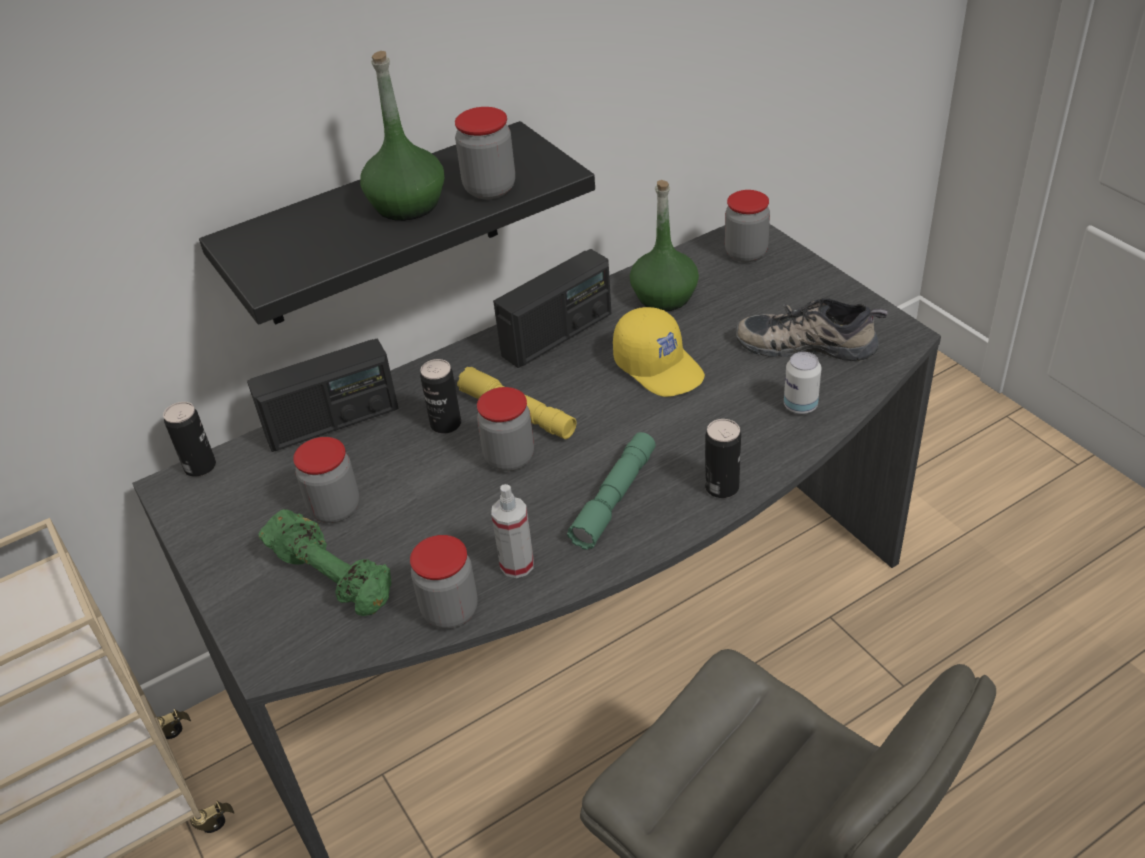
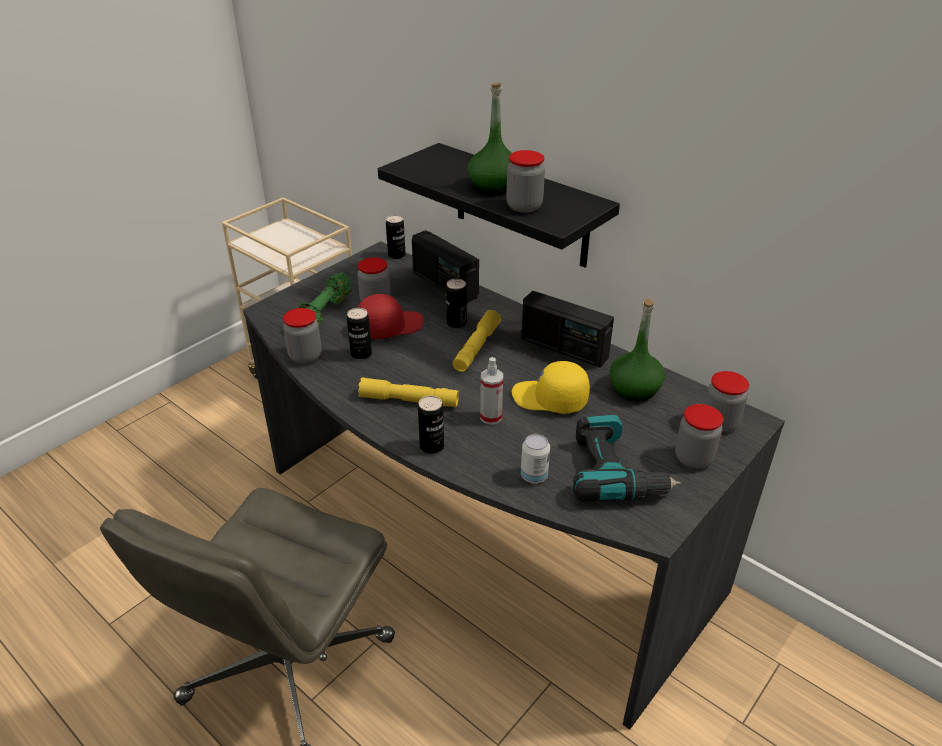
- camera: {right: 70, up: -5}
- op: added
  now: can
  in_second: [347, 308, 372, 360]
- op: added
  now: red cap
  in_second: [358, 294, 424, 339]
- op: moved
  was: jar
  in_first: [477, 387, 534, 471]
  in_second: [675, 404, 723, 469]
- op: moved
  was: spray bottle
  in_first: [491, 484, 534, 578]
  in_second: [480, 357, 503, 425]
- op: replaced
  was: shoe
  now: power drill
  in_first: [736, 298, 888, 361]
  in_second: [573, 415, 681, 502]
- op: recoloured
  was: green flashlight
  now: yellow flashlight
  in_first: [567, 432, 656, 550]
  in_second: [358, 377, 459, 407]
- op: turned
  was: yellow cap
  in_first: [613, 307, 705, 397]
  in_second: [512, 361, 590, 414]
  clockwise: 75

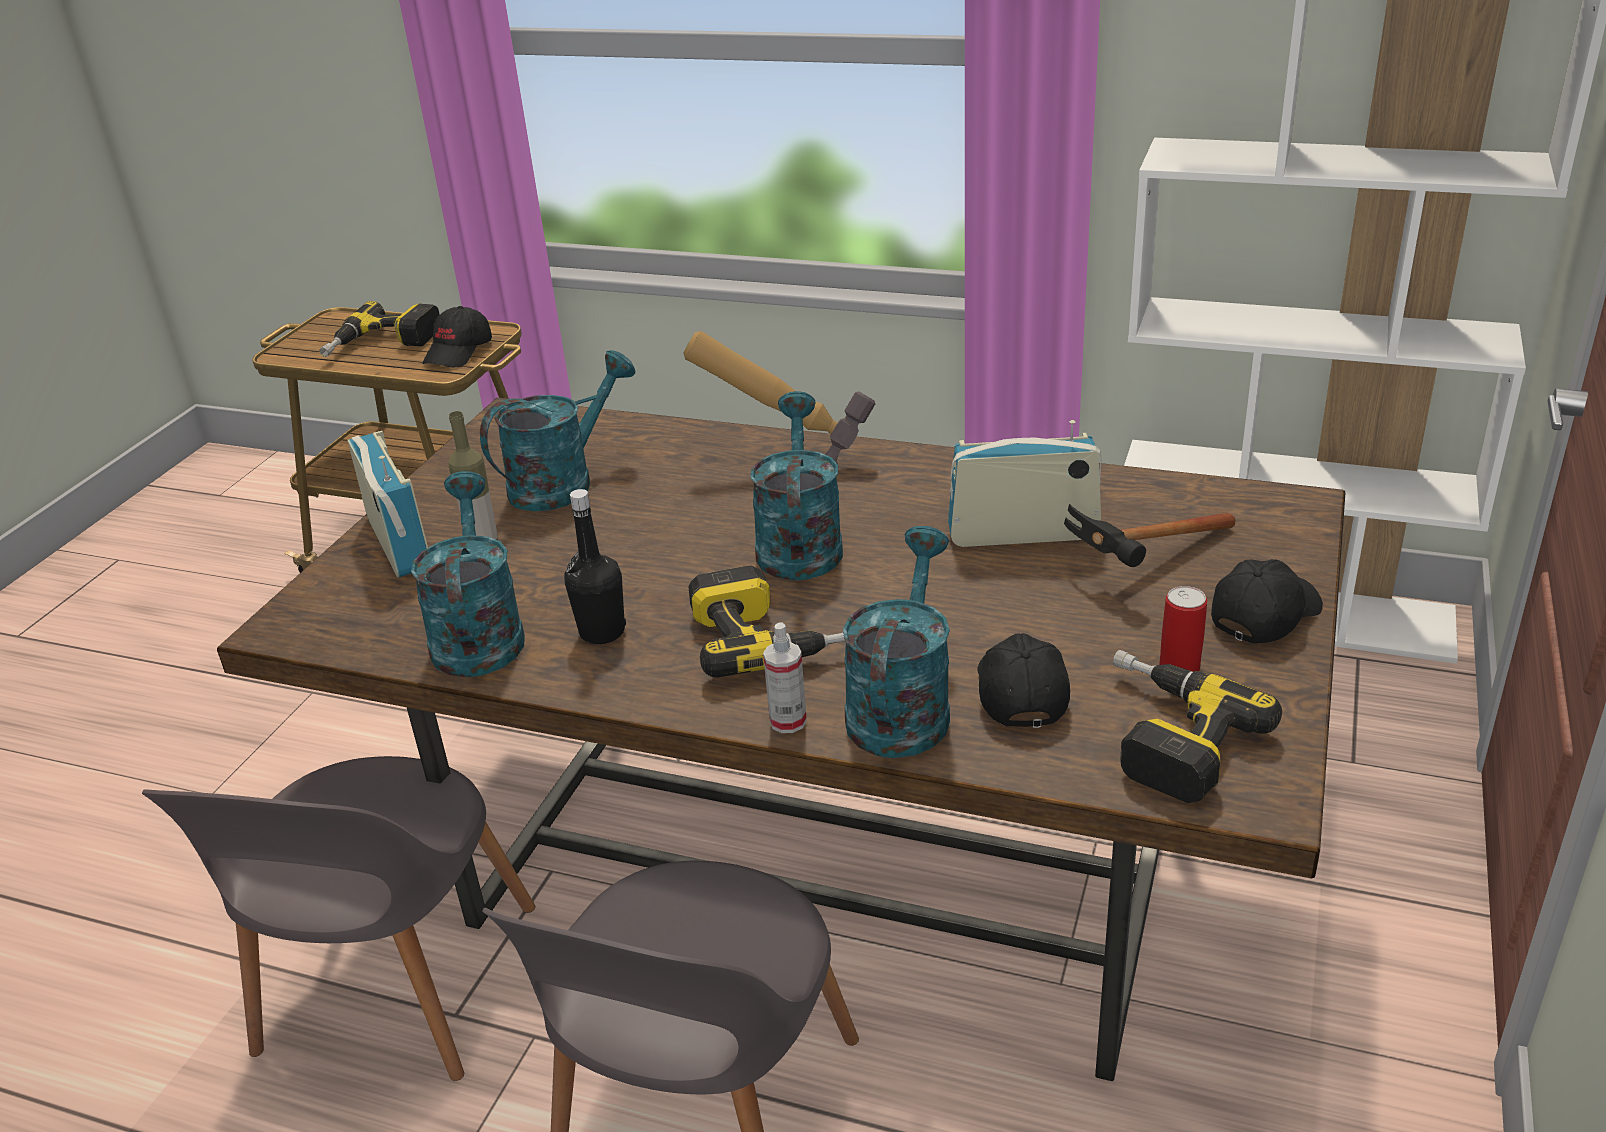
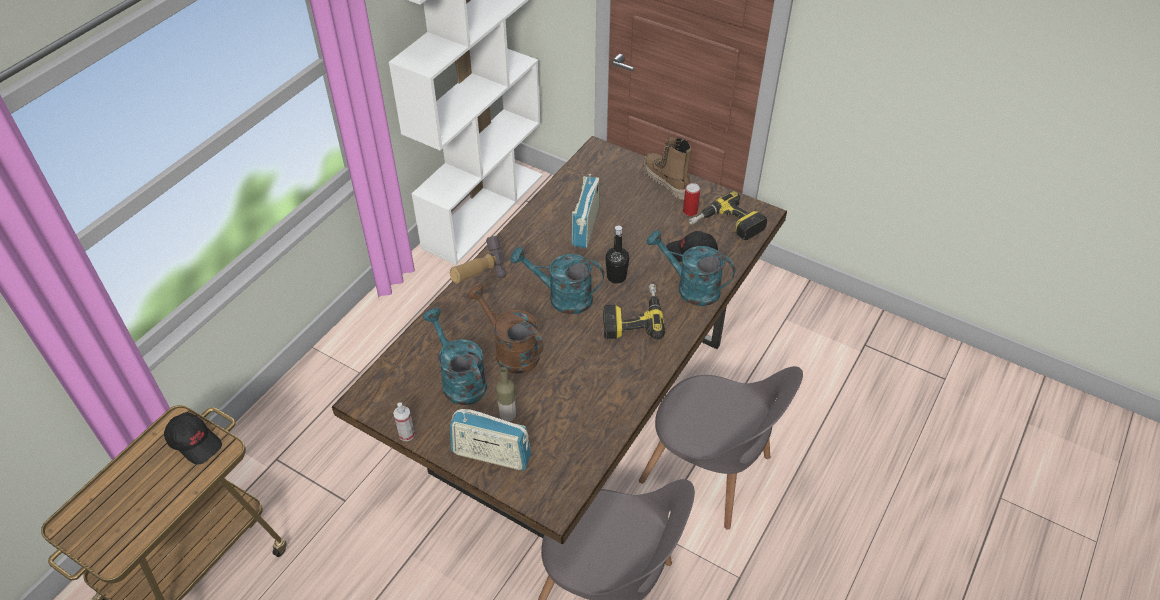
- camera: {right: -80, up: 15}
- op: removed
  was: power drill
  in_first: [320, 301, 440, 357]
- op: removed
  was: turquoise watering can
  in_first: [411, 471, 525, 677]
- op: removed
  was: hammer
  in_first: [1064, 504, 1235, 567]
- op: added
  now: brown watering can
  in_second: [467, 285, 544, 374]
- op: moved
  was: black bottle
  in_first: [564, 489, 626, 644]
  in_second: [605, 225, 629, 284]
- op: moved
  was: spray bottle
  in_first: [763, 622, 807, 733]
  in_second: [393, 402, 415, 441]
- op: replaced
  was: black cap
  now: boot
  in_first: [1211, 559, 1323, 644]
  in_second: [644, 137, 692, 200]
- op: turned
  was: radio
  in_first: [347, 431, 428, 578]
  in_second: [450, 409, 531, 470]
  clockwise: -150

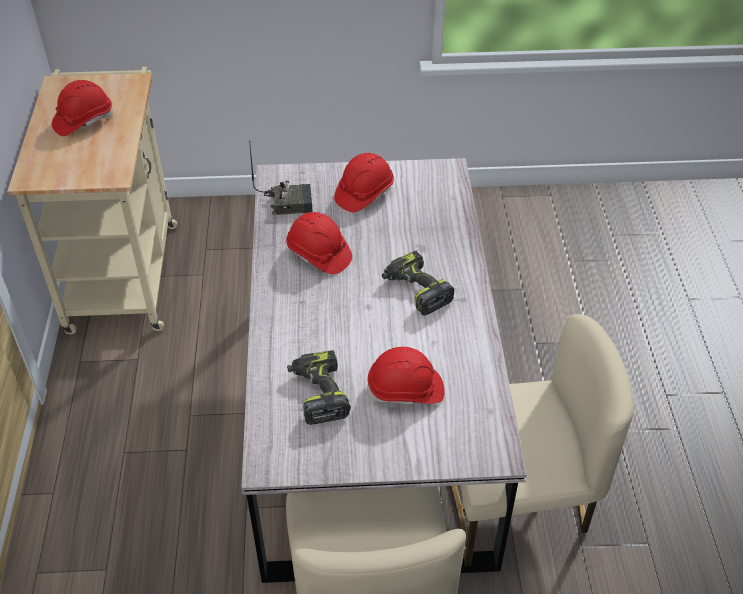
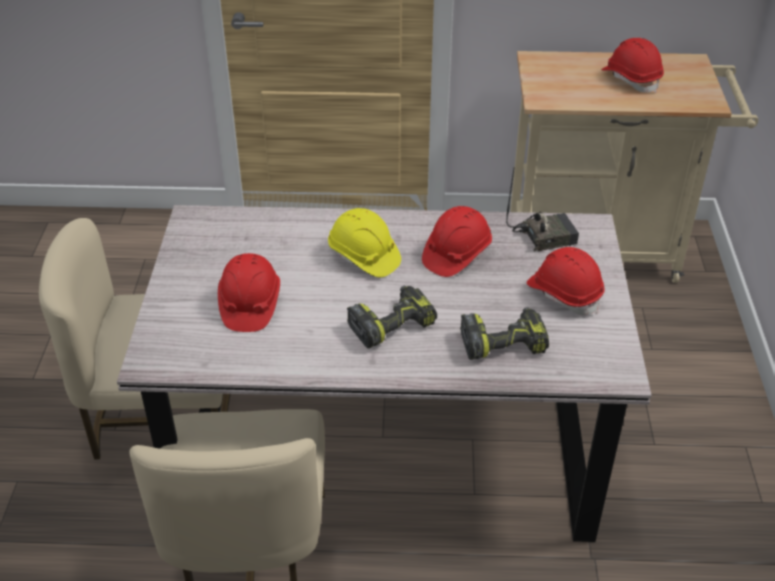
- camera: {right: 95, up: -5}
- op: added
  now: yellow hard hat
  in_second: [328, 208, 401, 277]
- op: moved
  was: power drill
  in_first: [287, 350, 351, 425]
  in_second: [460, 307, 549, 360]
- op: turned
  was: radio
  in_first: [250, 146, 313, 215]
  in_second: [506, 167, 579, 252]
  clockwise: -105

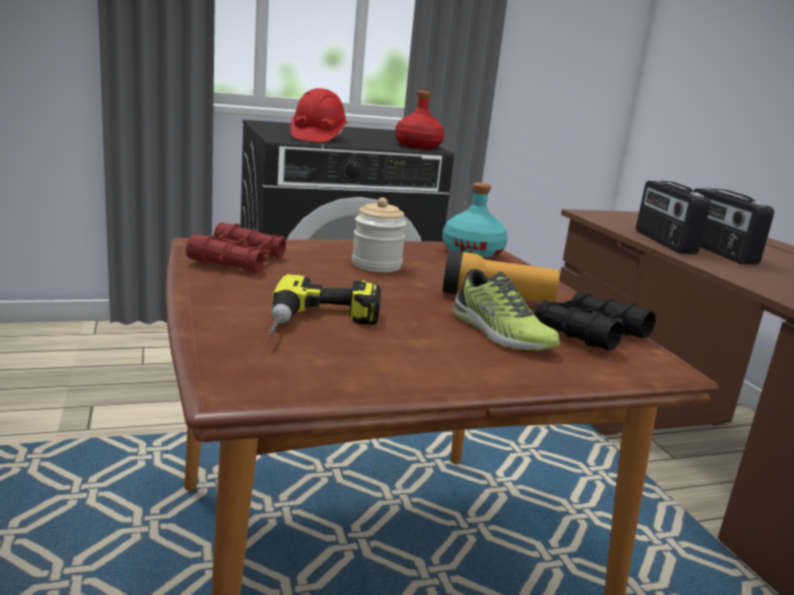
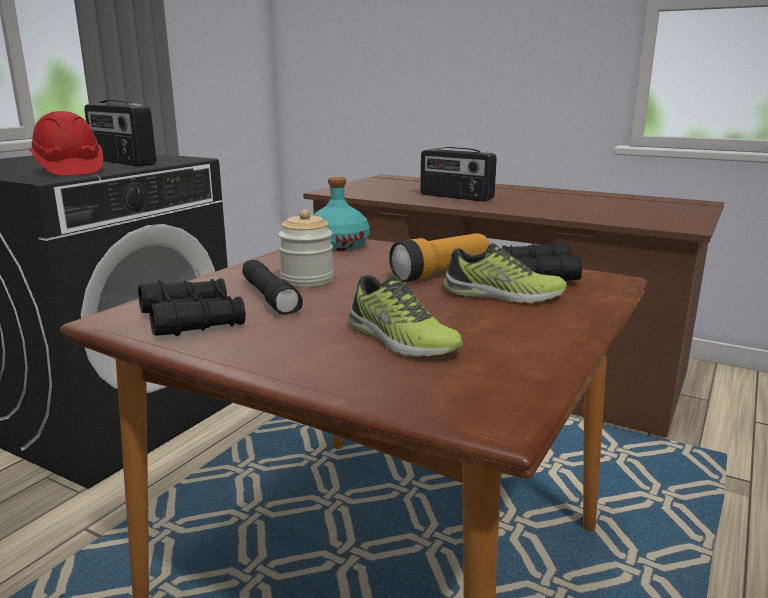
- camera: {right: -40, up: 0}
- op: removed
  was: red bottle
  in_first: [395, 91, 445, 149]
- op: added
  now: black flashlight
  in_second: [243, 260, 303, 315]
- op: moved
  was: radio
  in_first: [636, 180, 711, 254]
  in_second: [84, 100, 156, 167]
- op: replaced
  was: power drill
  now: shoe
  in_first: [268, 274, 381, 336]
  in_second: [349, 275, 463, 357]
- op: recoloured
  was: red binoculars
  now: black binoculars
  in_first: [186, 222, 286, 274]
  in_second: [138, 278, 246, 336]

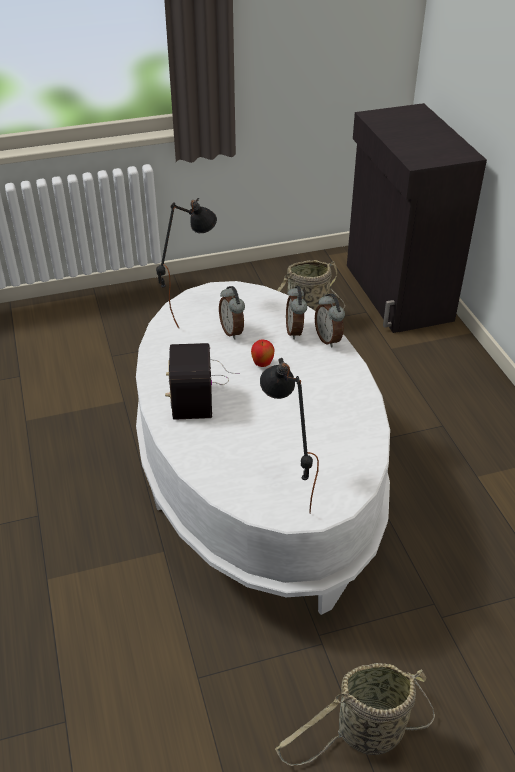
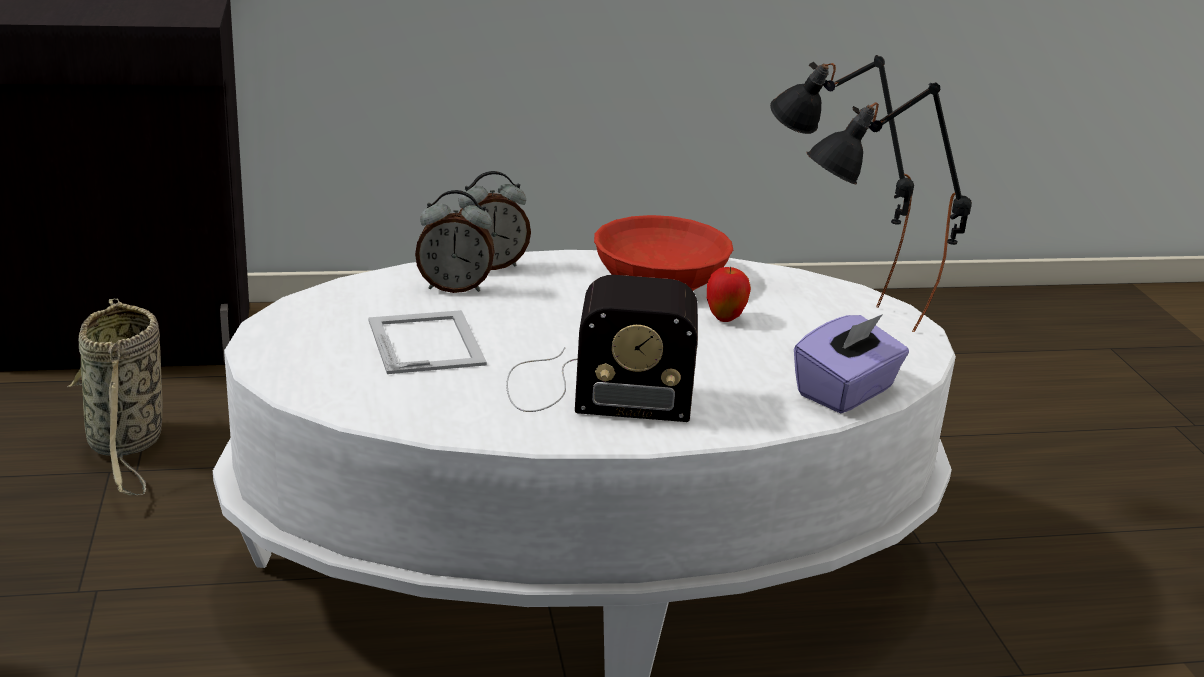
- camera: {right: -85, up: -15}
- op: removed
  was: basket
  in_first: [275, 663, 435, 766]
- op: added
  now: red bowl
  in_second: [594, 215, 733, 291]
- op: added
  now: purple tissue box
  in_second: [794, 314, 909, 413]
- op: moved
  was: black table lamp
  in_first: [156, 198, 217, 329]
  in_second: [770, 55, 914, 308]
- op: moved
  was: apple
  in_first: [251, 340, 275, 367]
  in_second: [707, 267, 751, 322]
- op: replaced
  was: alarm clock
  now: picture frame
  in_first: [219, 286, 245, 340]
  in_second: [368, 310, 487, 374]

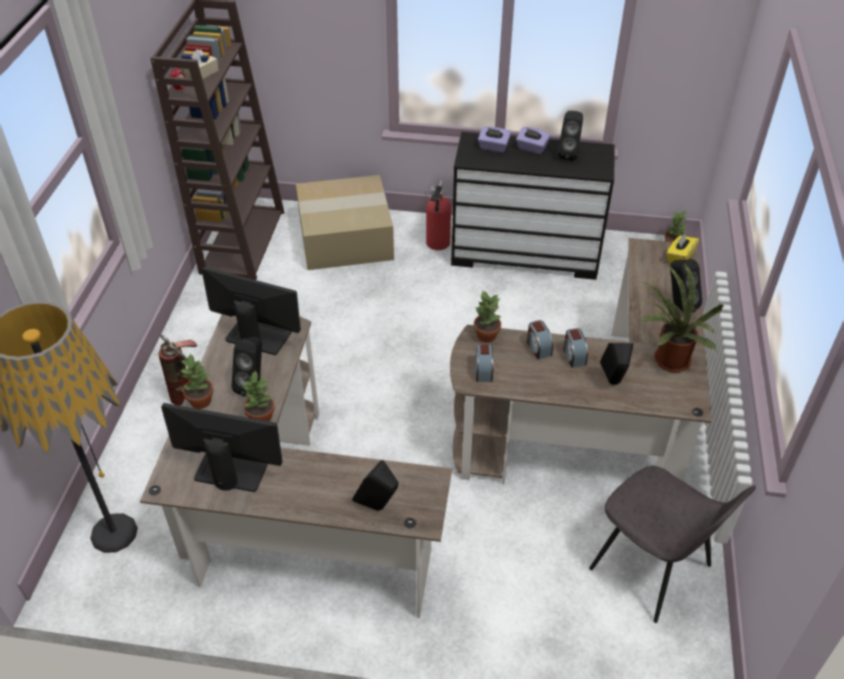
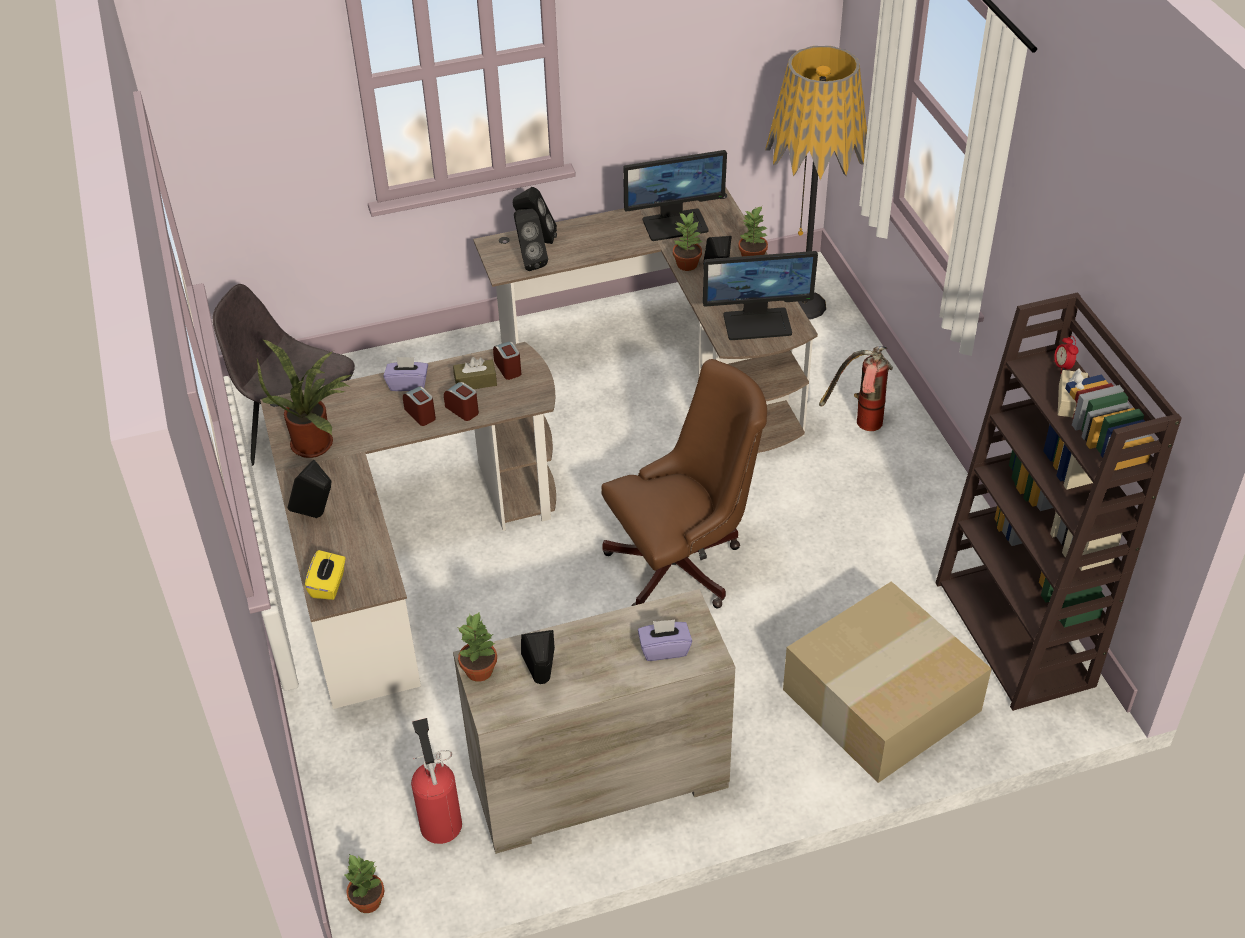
- camera: {right: 155, up: 0}
- op: added
  now: brown tissue box
  in_second: [453, 357, 497, 389]
- op: added
  now: brown office chair
  in_second: [601, 359, 767, 608]
- op: moved
  was: fire extinguisher
  in_first: [425, 180, 451, 250]
  in_second: [411, 718, 462, 844]
- op: moved
  was: potted plant
  in_first: [474, 290, 502, 342]
  in_second: [457, 613, 497, 682]
- op: moved
  was: purple tissue box
  in_first: [516, 127, 550, 154]
  in_second: [384, 357, 428, 391]
- op: moved
  was: black speaker
  in_first: [600, 343, 634, 385]
  in_second: [514, 209, 548, 271]
- op: recoloured
  was: black dresser
  now: beige dresser
  in_first: [451, 132, 615, 280]
  in_second: [453, 589, 735, 854]

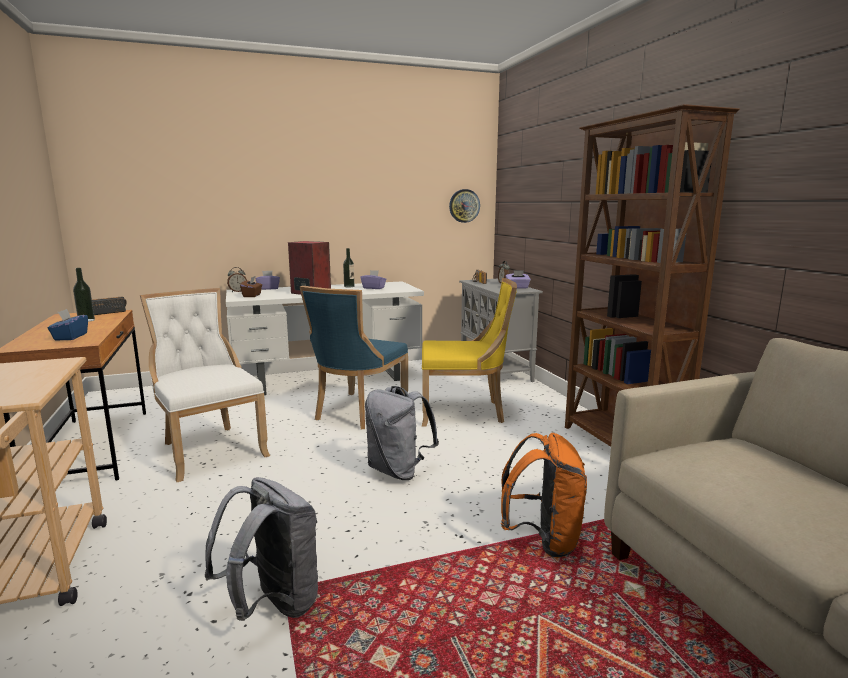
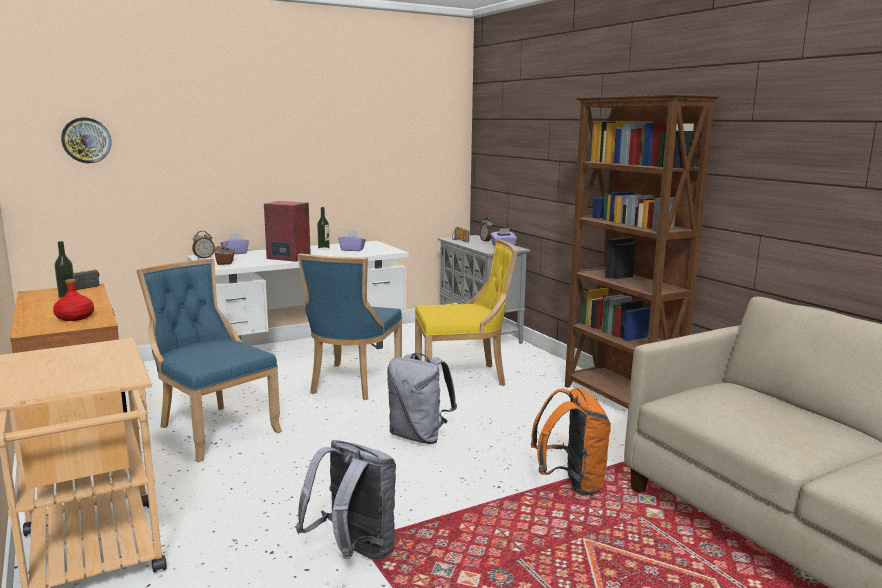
- camera: {right: -10, up: 0}
- op: moved
  was: wall clock
  in_first: [449, 189, 480, 223]
  in_second: [61, 118, 112, 163]
- op: replaced
  was: blue tissue box
  now: red bottle
  in_first: [47, 309, 88, 341]
  in_second: [53, 279, 94, 321]
- op: recoloured
  was: white chair
  now: blue chair
  in_first: [140, 288, 270, 482]
  in_second: [137, 259, 282, 463]

